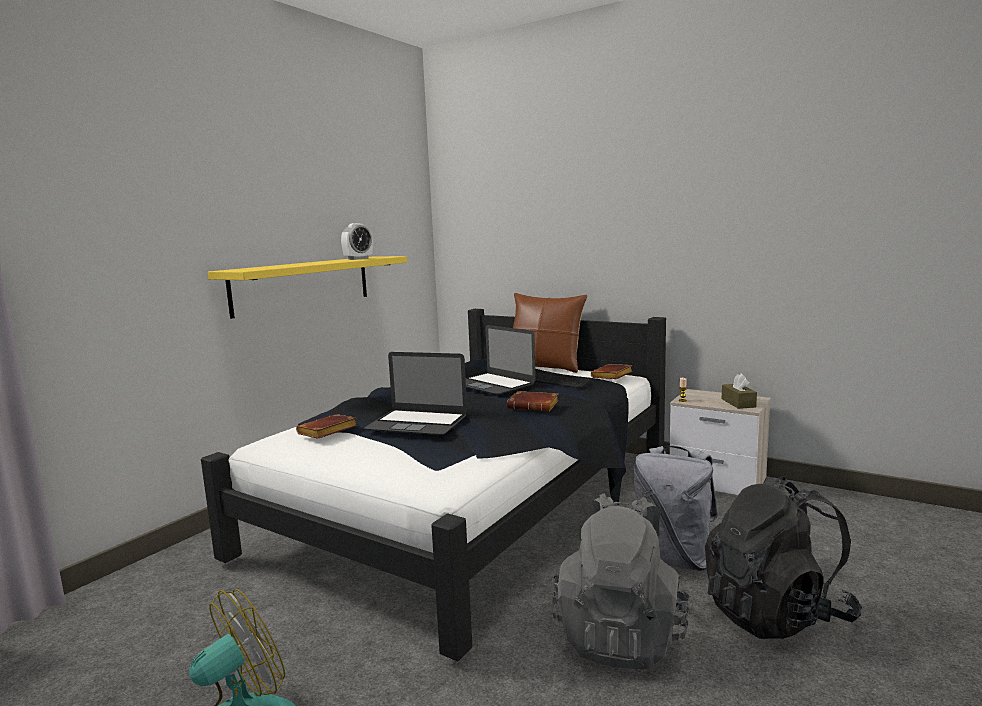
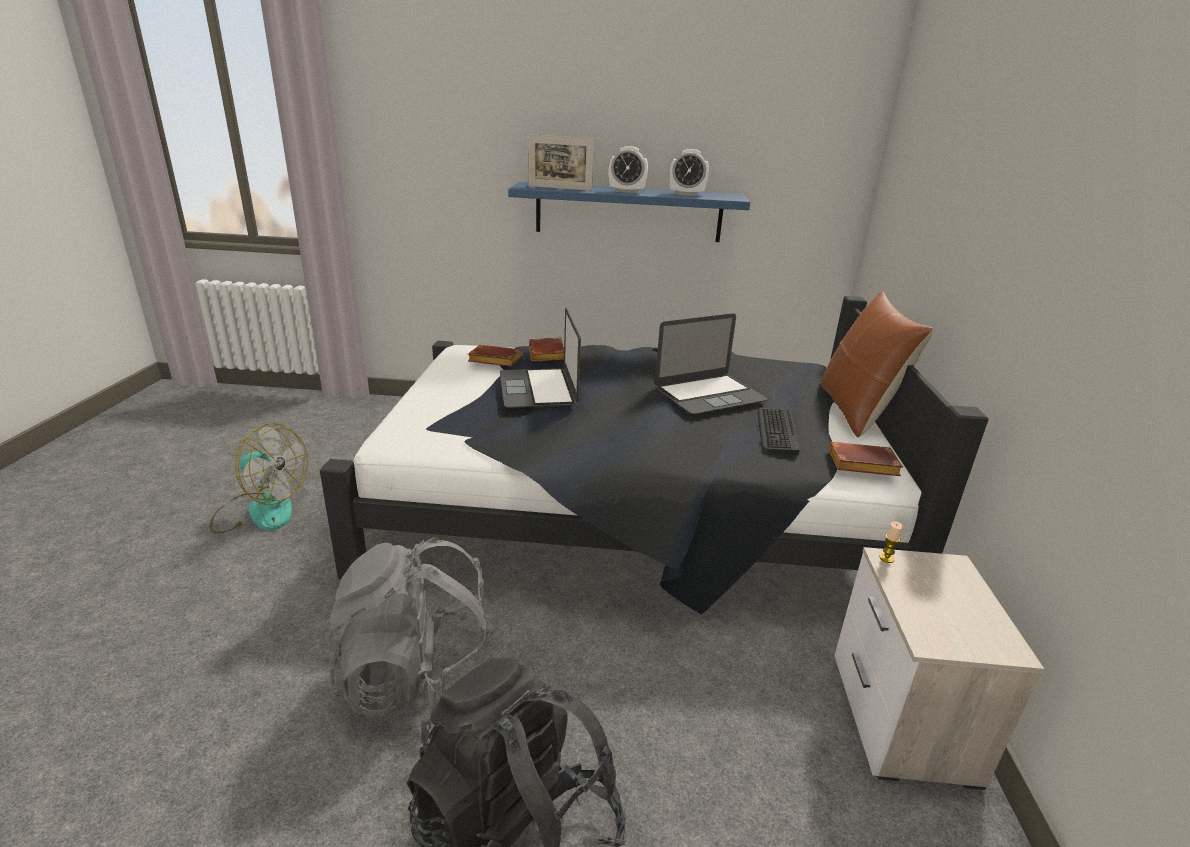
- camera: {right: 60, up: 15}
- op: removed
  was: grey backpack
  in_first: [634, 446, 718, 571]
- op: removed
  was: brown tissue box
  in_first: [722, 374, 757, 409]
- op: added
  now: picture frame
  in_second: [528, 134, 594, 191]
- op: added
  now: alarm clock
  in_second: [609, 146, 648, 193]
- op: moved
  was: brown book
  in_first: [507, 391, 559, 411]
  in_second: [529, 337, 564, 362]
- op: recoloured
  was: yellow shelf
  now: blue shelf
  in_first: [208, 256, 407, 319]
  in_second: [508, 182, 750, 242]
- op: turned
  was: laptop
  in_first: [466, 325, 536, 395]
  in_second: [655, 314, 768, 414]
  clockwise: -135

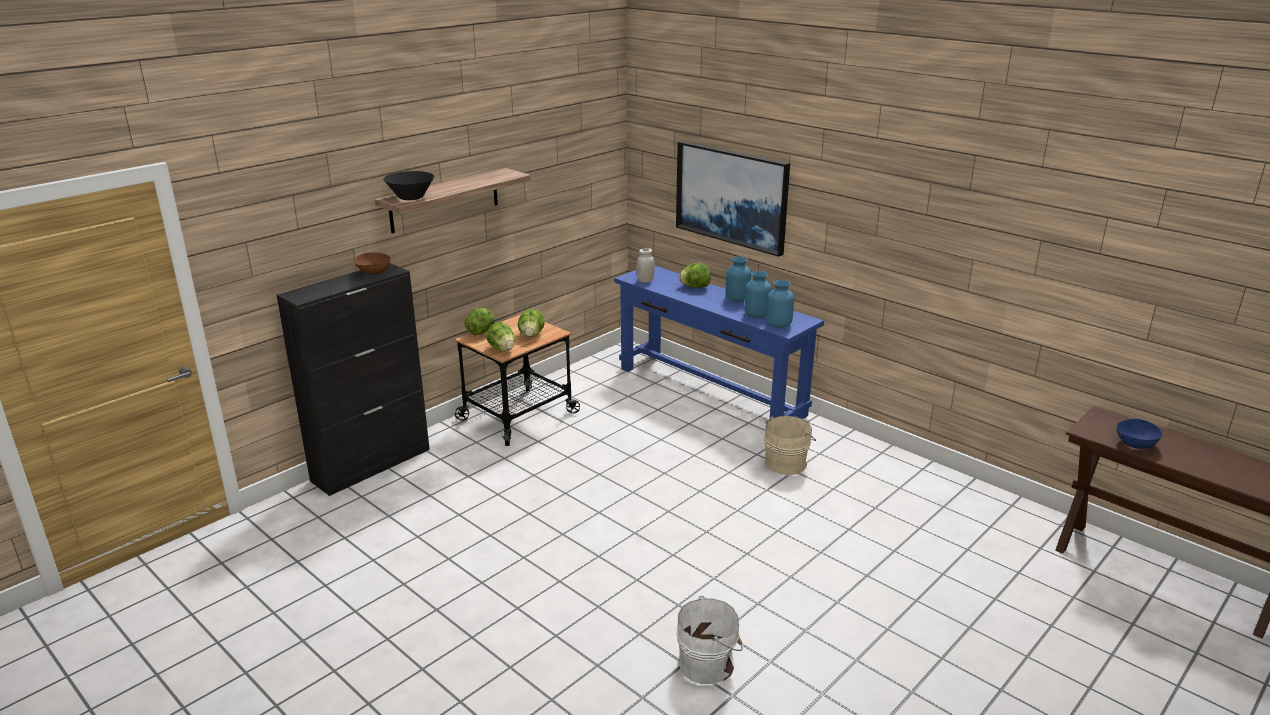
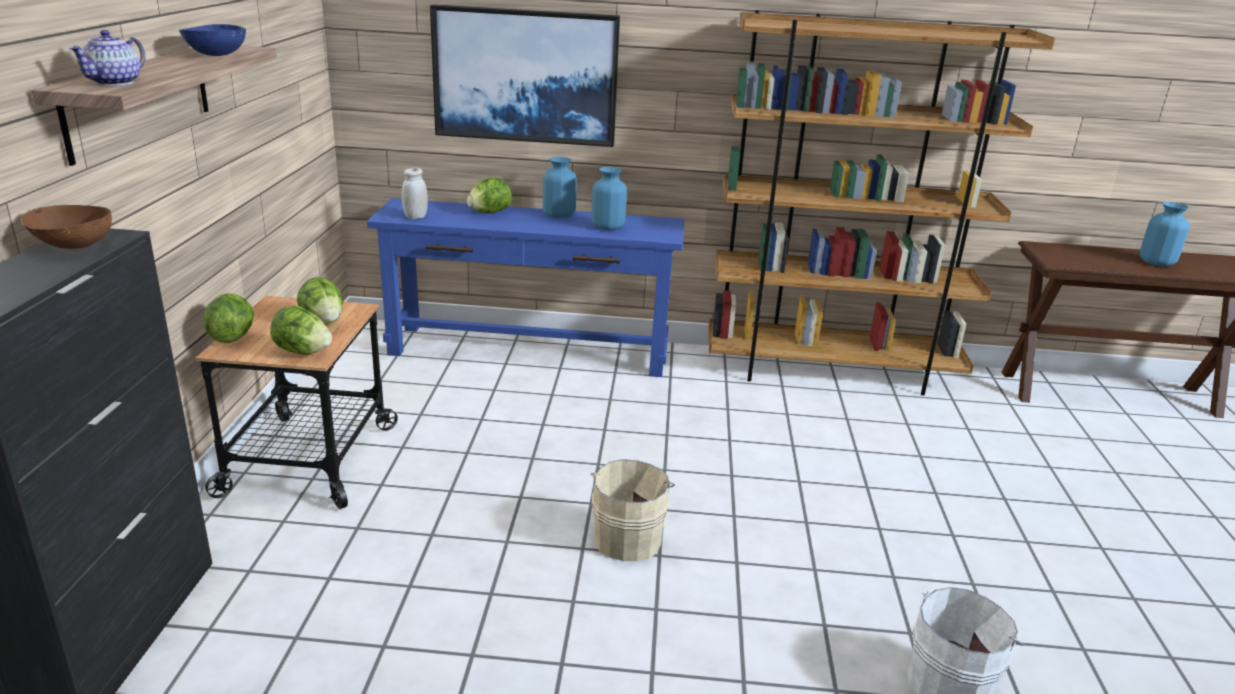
- camera: {right: -40, up: 0}
- op: added
  now: brown bookcase
  in_second: [709, 10, 1055, 395]
- op: moved
  was: beige bucket
  in_first: [764, 415, 816, 476]
  in_second: [591, 459, 675, 561]
- op: moved
  was: blue vase
  in_first: [766, 280, 794, 328]
  in_second: [1139, 202, 1190, 266]
- op: moved
  was: blue bowl
  in_first: [1116, 418, 1162, 449]
  in_second: [179, 24, 246, 56]
- op: replaced
  was: black bowl
  now: teapot
  in_first: [383, 171, 434, 200]
  in_second: [69, 30, 146, 86]

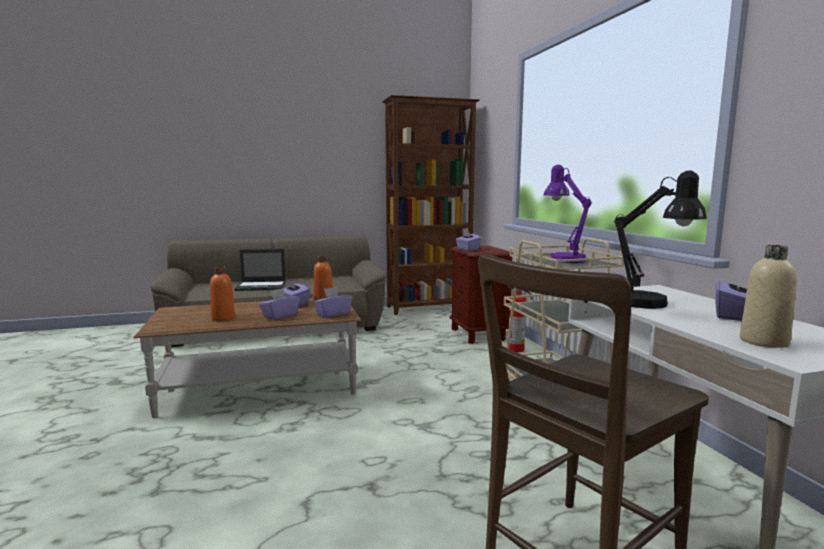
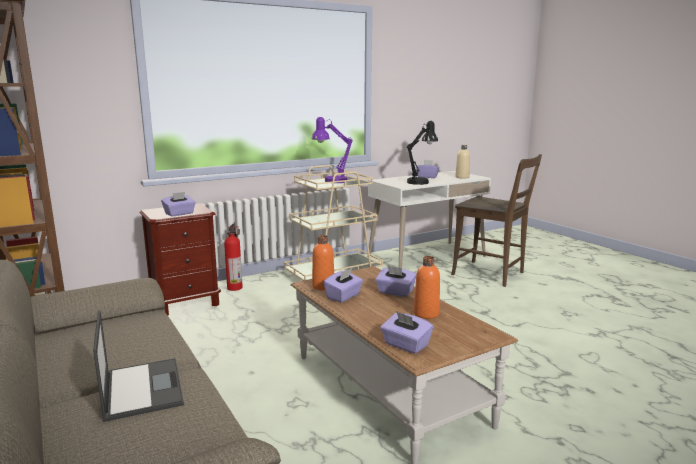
- camera: {right: -105, up: 5}
- op: moved
  was: purple tissue box
  in_first: [313, 287, 352, 318]
  in_second: [381, 311, 433, 354]

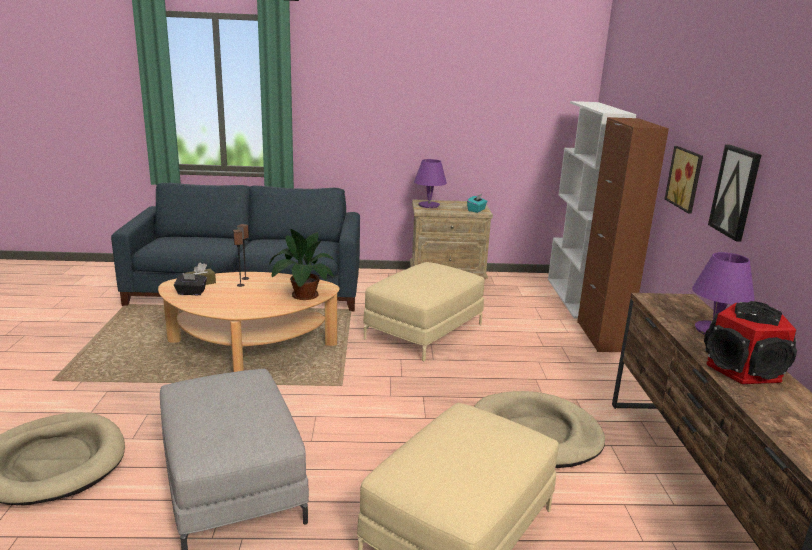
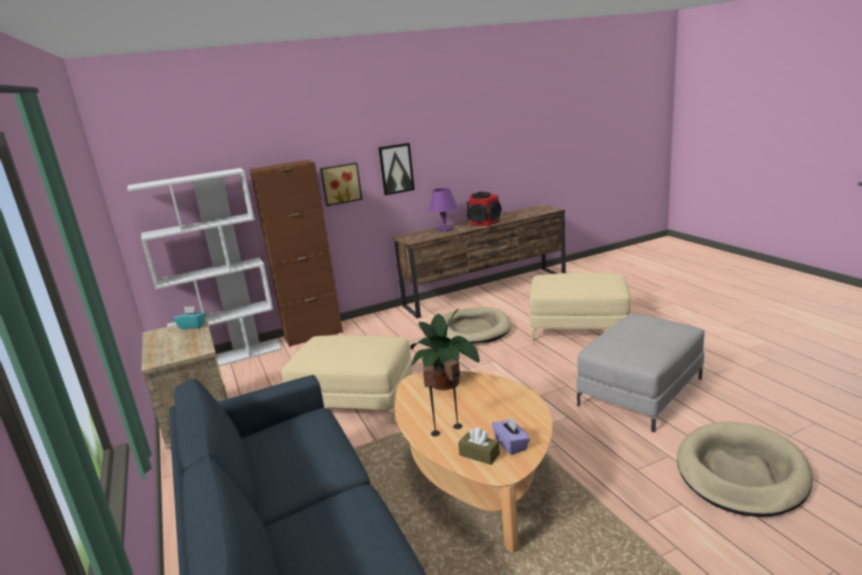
- camera: {right: -110, up: 0}
- op: removed
  was: purple table lamp
  in_first: [414, 159, 447, 208]
- op: recoloured
  was: black tissue box
  now: purple tissue box
  in_first: [174, 273, 207, 295]
  in_second: [492, 416, 530, 455]

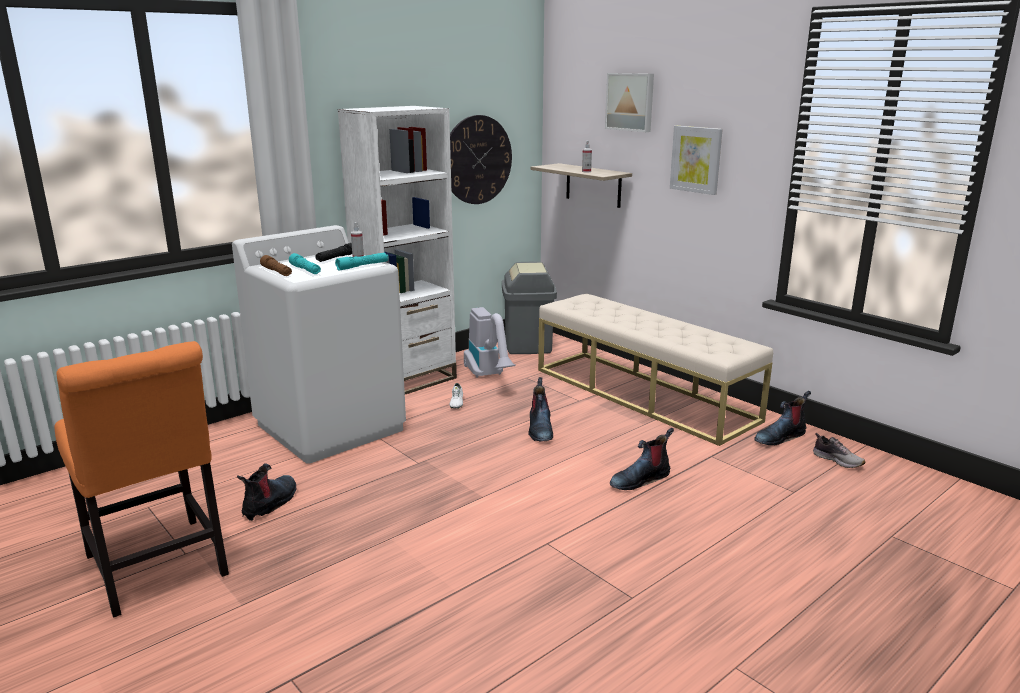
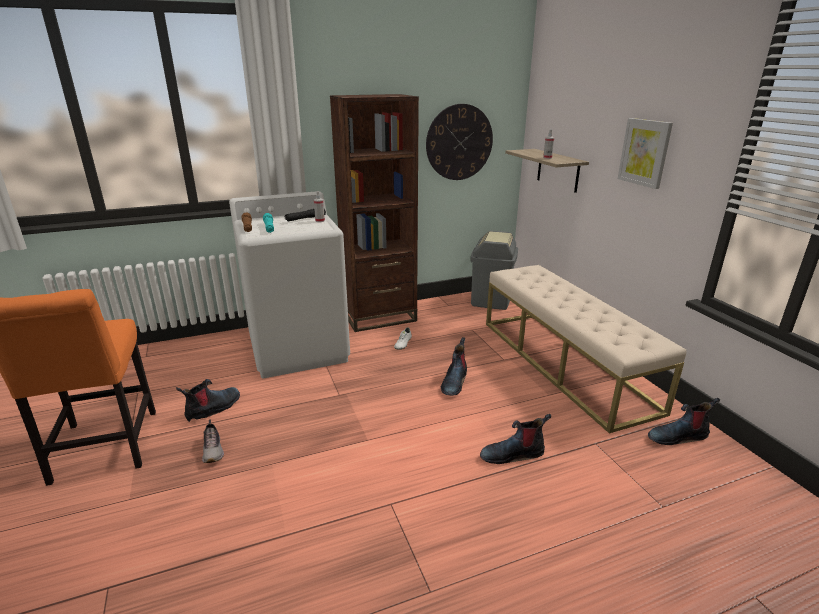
- camera: {right: 20, up: 5}
- op: removed
  was: turquoise flashlight
  in_first: [335, 253, 389, 270]
- op: removed
  was: vacuum cleaner
  in_first: [464, 307, 516, 378]
- op: removed
  was: picture
  in_first: [605, 73, 654, 132]
- op: moved
  was: shoe
  in_first: [813, 433, 865, 468]
  in_second: [202, 419, 224, 463]
- op: recoloured
  was: white bookcase
  now: brown bookcase
  in_first: [338, 106, 457, 394]
  in_second: [330, 94, 419, 332]

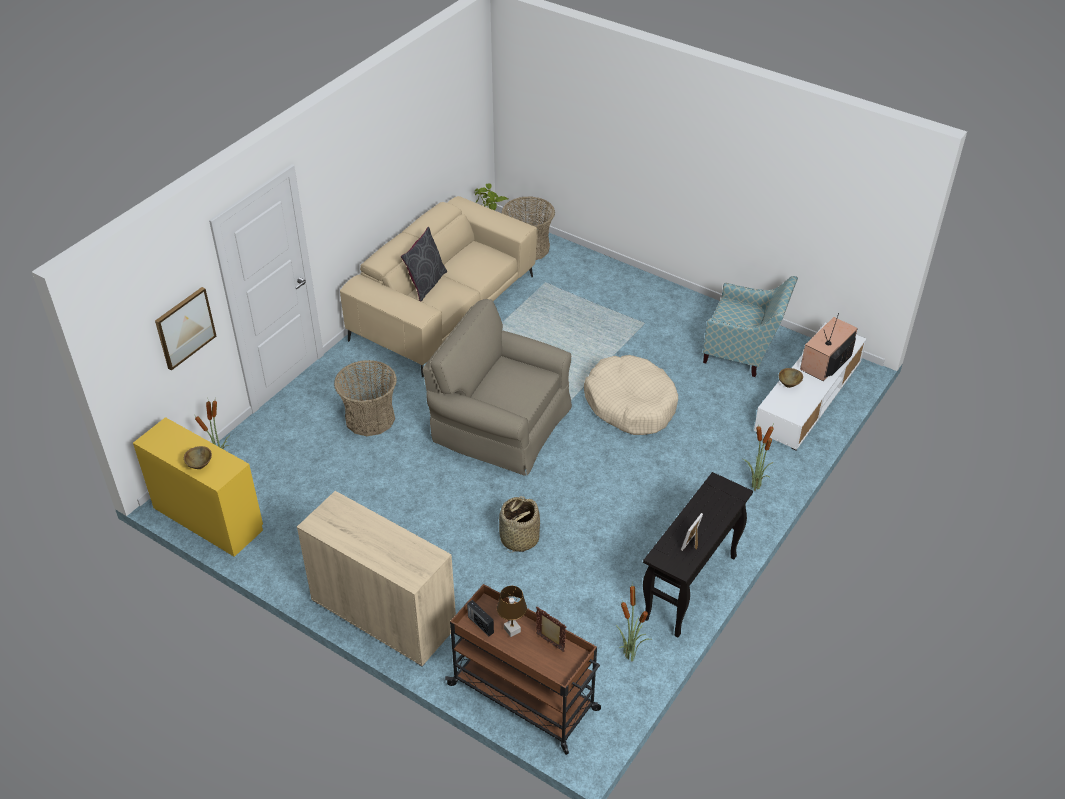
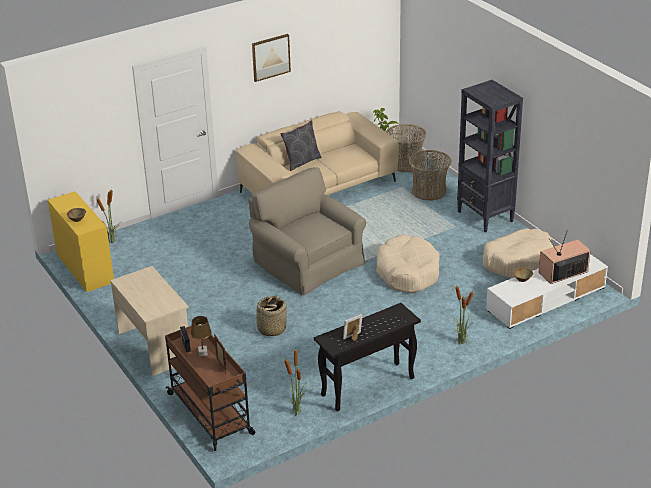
- camera: {right: 25, up: -10}
- op: added
  now: black bookcase
  in_second: [457, 80, 523, 232]
- op: moved
  was: picture
  in_first: [155, 287, 216, 371]
  in_second: [252, 34, 291, 82]
- op: moved
  was: basket
  in_first: [334, 360, 397, 436]
  in_second: [408, 150, 452, 201]
- op: replaced
  was: beige cabinet
  now: beige desk
  in_first: [297, 491, 456, 667]
  in_second: [110, 266, 189, 376]
- op: replaced
  was: armchair
  now: beige dog bed
  in_first: [703, 276, 798, 377]
  in_second: [483, 228, 553, 278]

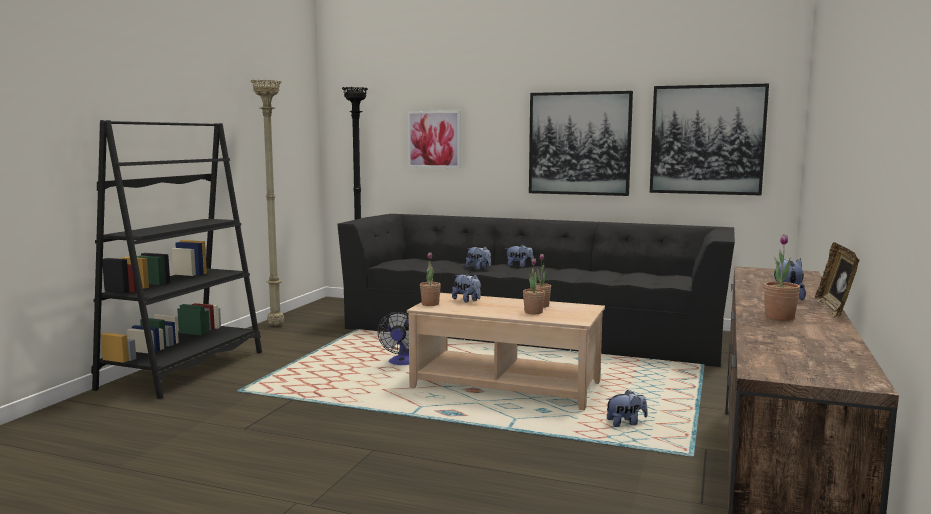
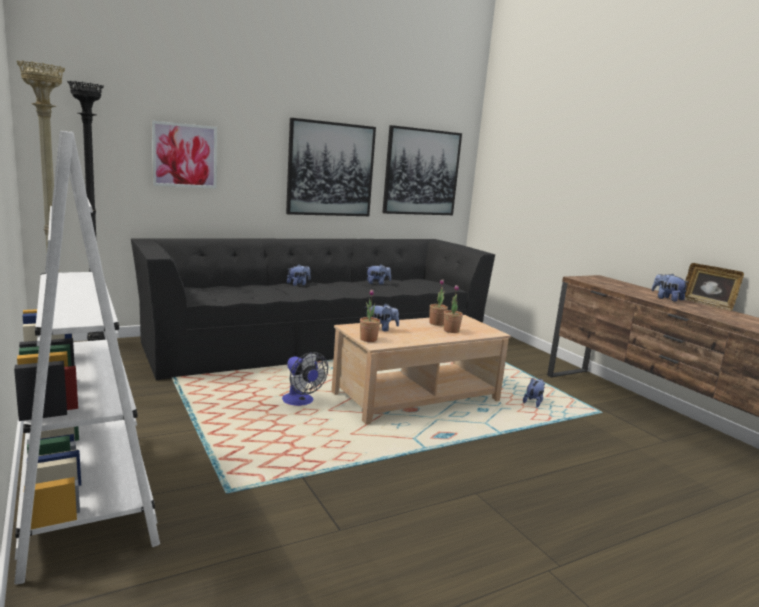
- camera: {right: -50, up: 5}
- op: removed
  was: potted plant
  in_first: [764, 234, 800, 321]
- op: moved
  was: plush toy
  in_first: [466, 246, 491, 270]
  in_second: [366, 264, 391, 285]
- op: recoloured
  was: black bookcase
  now: white bookcase
  in_first: [91, 120, 262, 399]
  in_second: [14, 131, 160, 585]

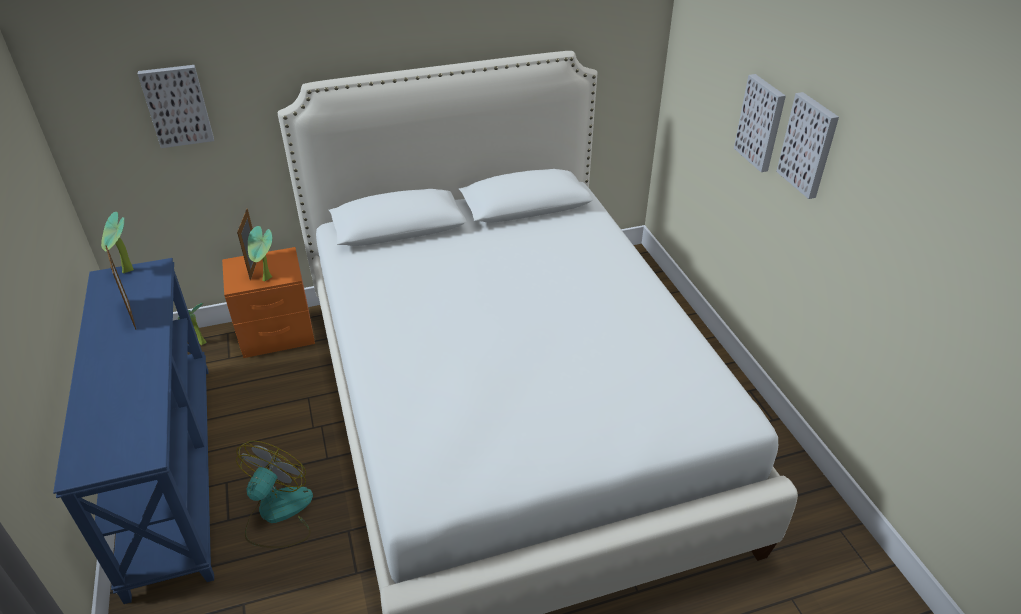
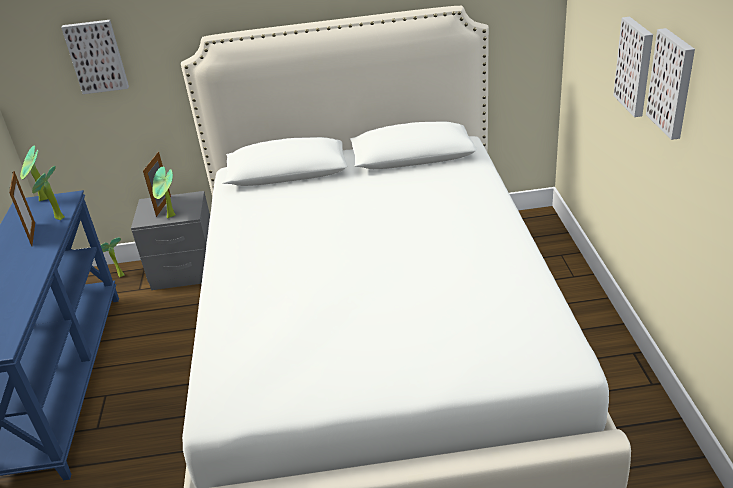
- camera: {right: 15, up: -5}
- op: removed
  was: fan
  in_first: [236, 441, 313, 548]
- op: added
  now: potted plant
  in_second: [32, 166, 65, 220]
- op: recoloured
  was: orange nightstand
  now: grey nightstand
  in_first: [222, 247, 315, 358]
  in_second: [131, 191, 210, 290]

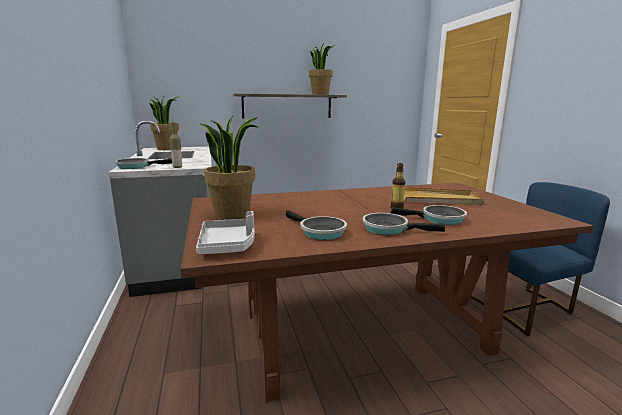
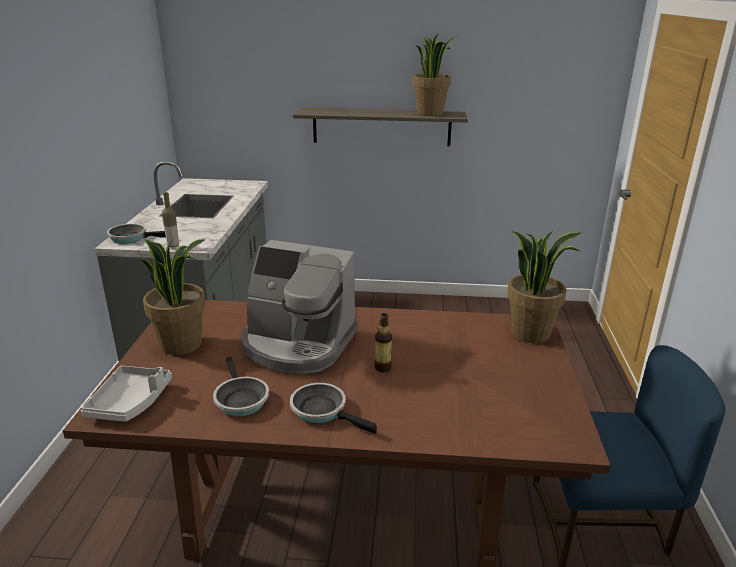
- camera: {right: 20, up: 10}
- op: removed
  was: frying pan
  in_first: [391, 205, 467, 225]
- op: removed
  was: beige tray
  in_first: [404, 187, 485, 205]
- op: added
  now: coffee machine
  in_second: [241, 240, 358, 374]
- op: moved
  was: potted plant
  in_first: [149, 95, 179, 150]
  in_second: [507, 231, 581, 343]

